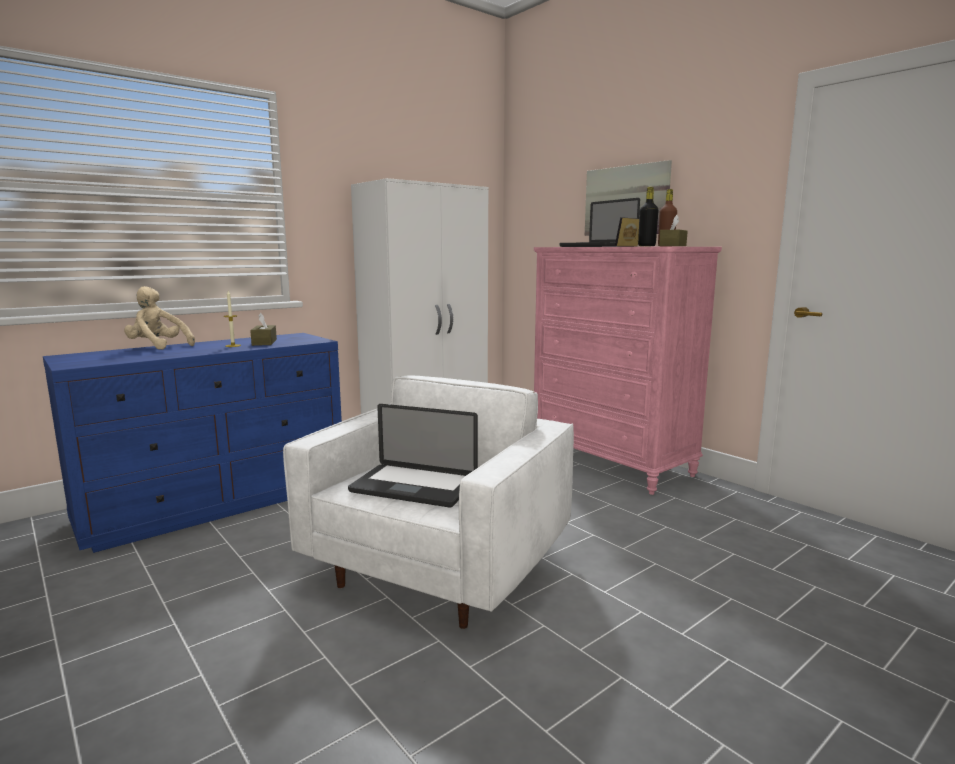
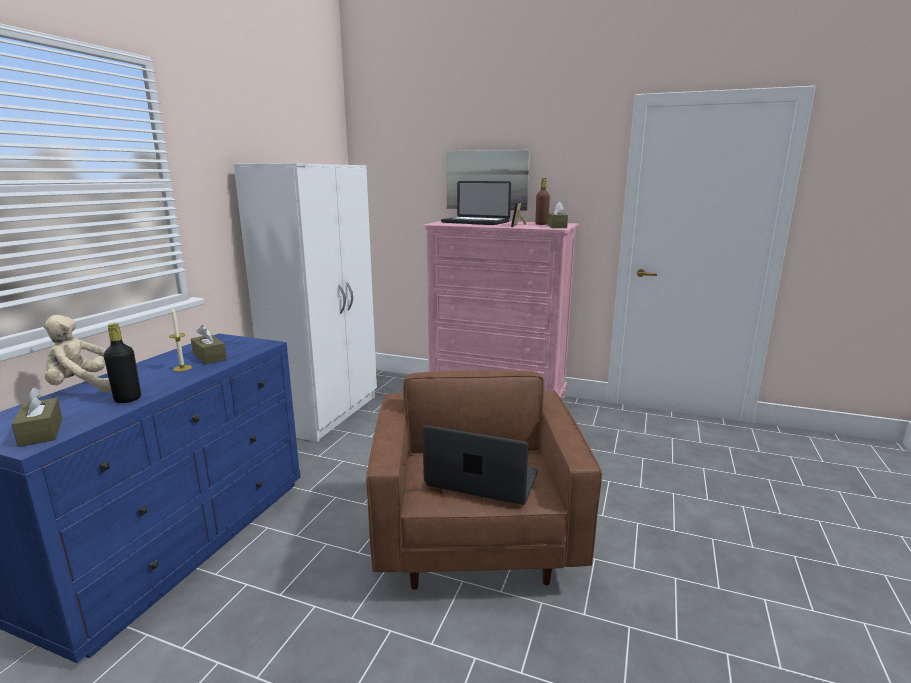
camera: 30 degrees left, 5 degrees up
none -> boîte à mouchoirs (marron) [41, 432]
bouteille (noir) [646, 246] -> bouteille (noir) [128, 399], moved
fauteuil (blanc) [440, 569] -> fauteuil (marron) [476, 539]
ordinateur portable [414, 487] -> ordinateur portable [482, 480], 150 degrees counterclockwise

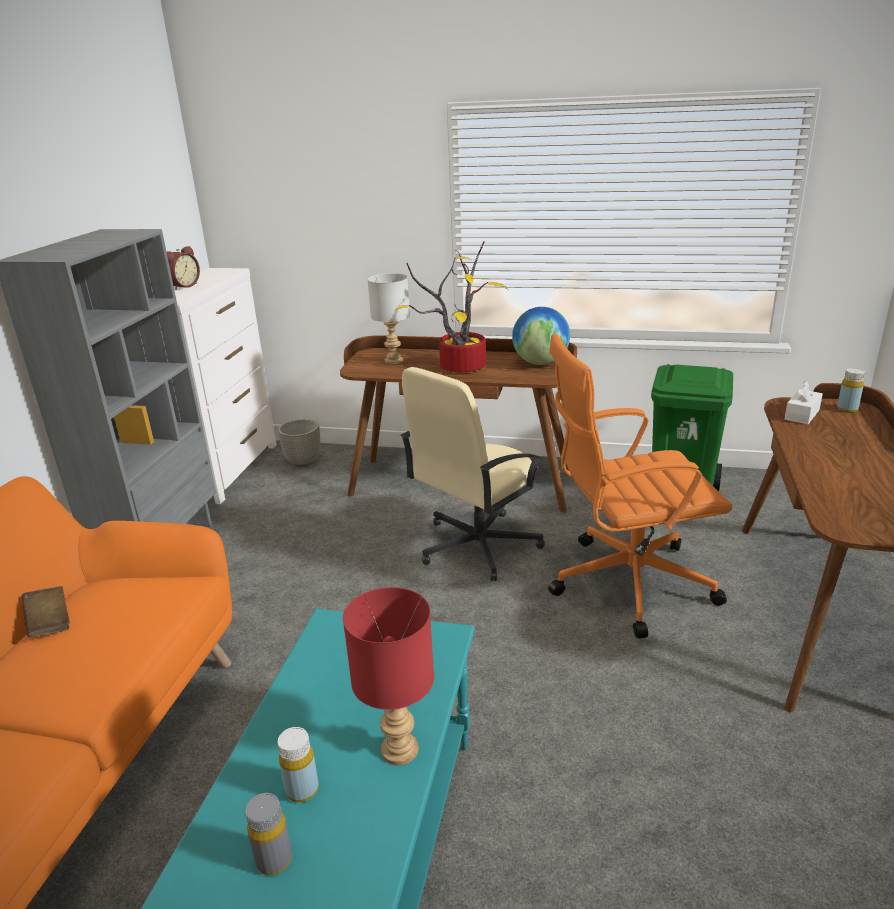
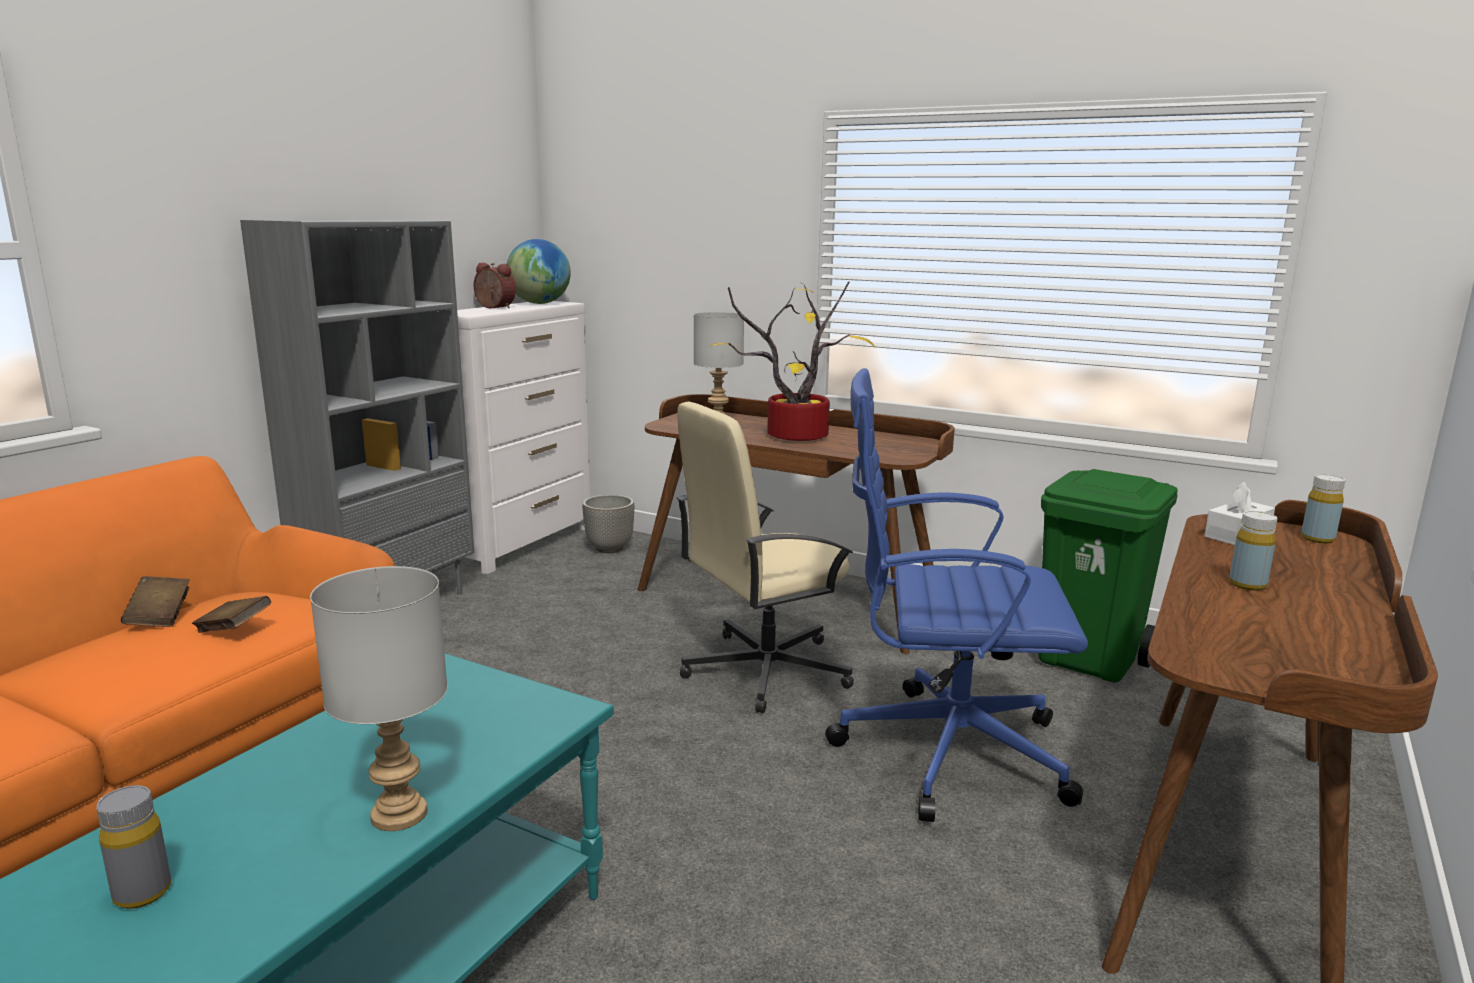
camera: 15 degrees right, 10 degrees down
none -> livre (marron) [234, 630]
lampe de table (rouge) [398, 750] -> lampe de table (gris) [397, 814]
réveil [183, 286] -> réveil [494, 308], 105 degrees counterclockwise
globe [540, 363] -> globe [540, 303], moved
chaise de bureau (orange) [626, 583] -> chaise de bureau (bleu) [944, 751]
bouteille (jaune) [302, 790] -> bouteille (jaune) [1247, 584], moved

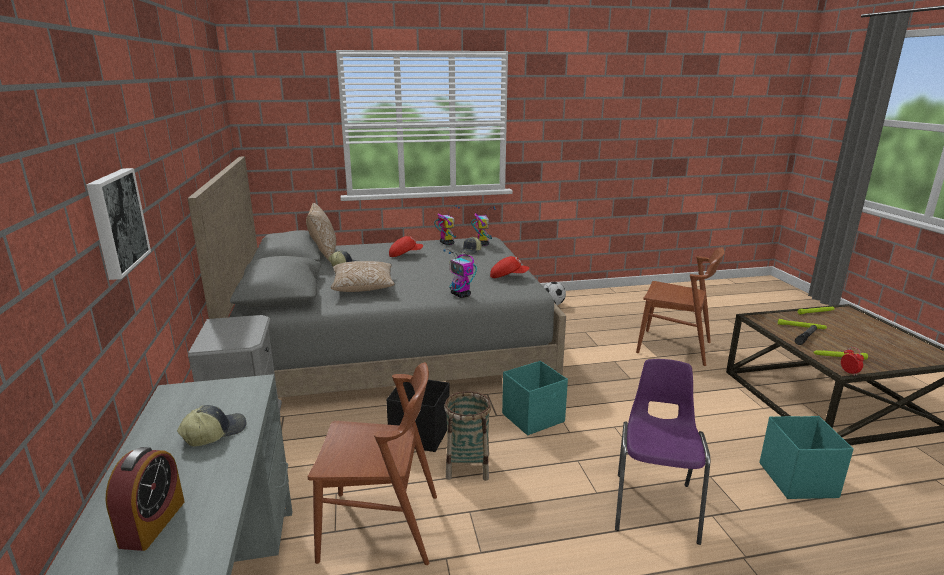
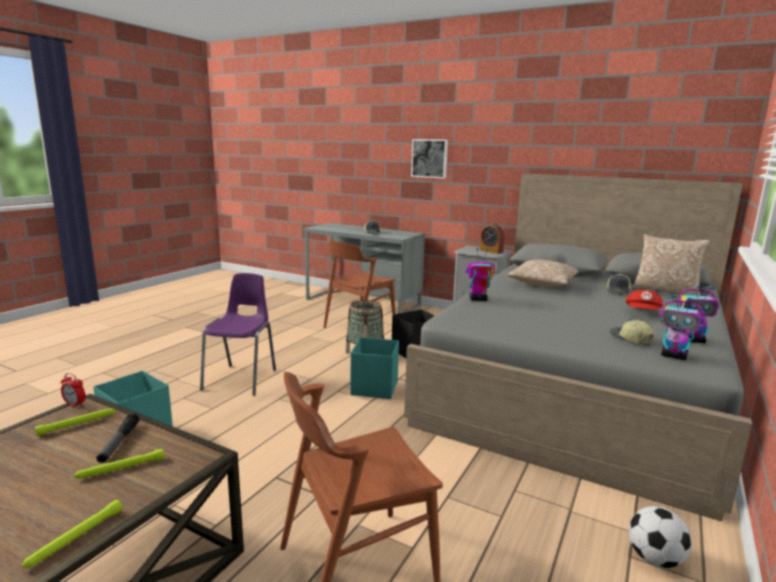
camera: 130 degrees right, 5 degrees down
chaise (violet) [655, 505] -> chaise (violet) [242, 379], 135 degrees counterclockwise
réveil [152, 523] -> réveil [491, 251], moved
casquette (rouge) [508, 276] -> none

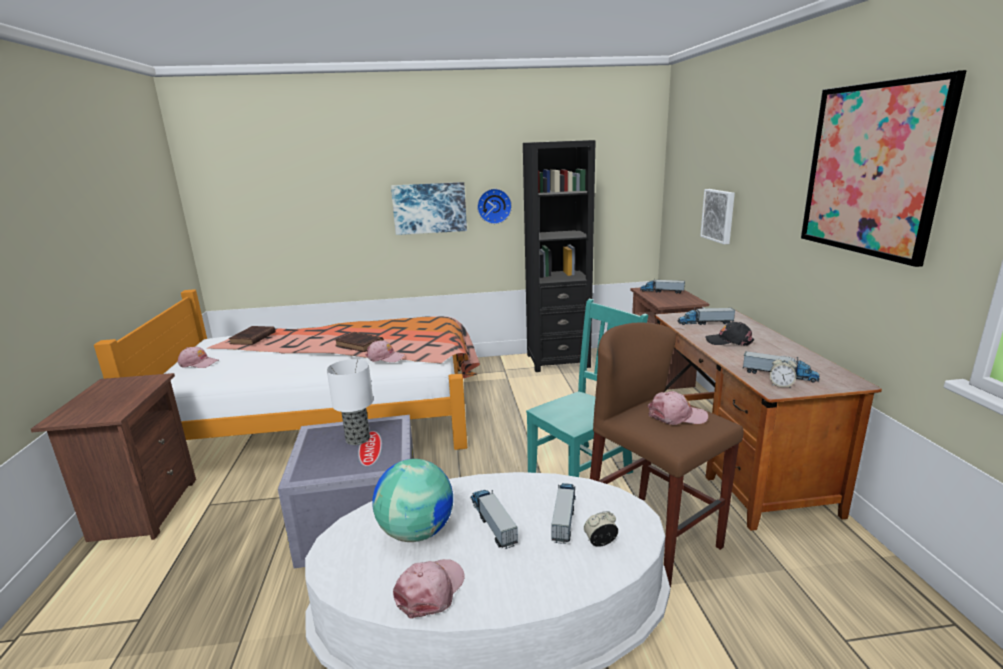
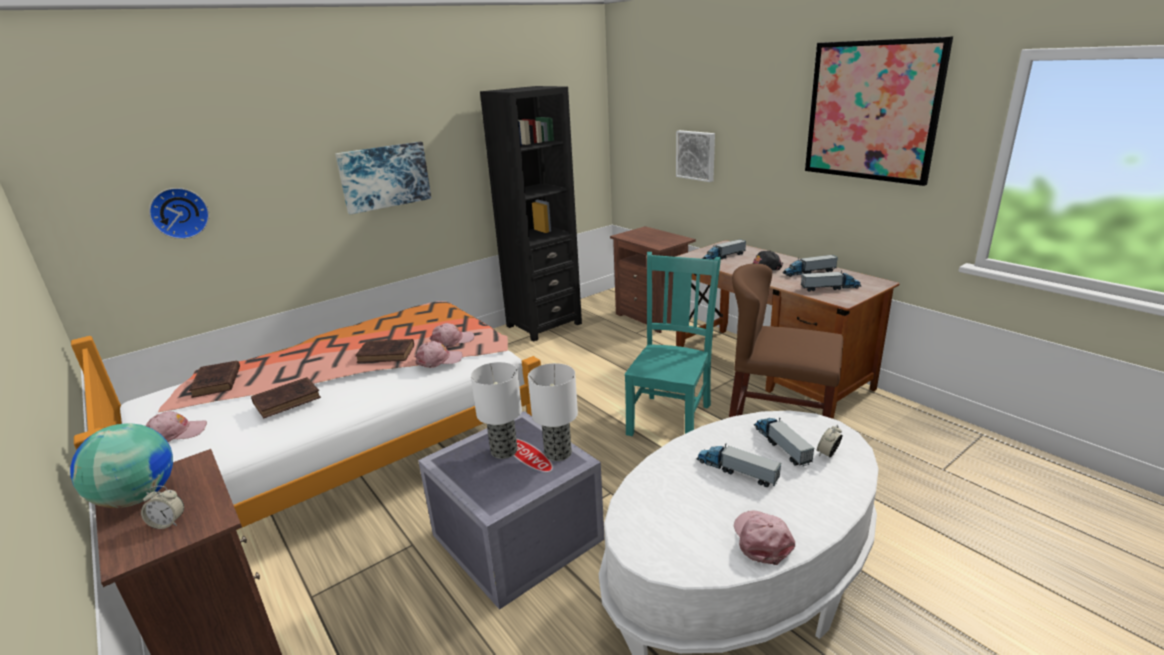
camera: 30 degrees left, 5 degrees up
globe [416, 532] -> globe [137, 497], moved
réveil [781, 385] -> réveil [168, 523], moved
horloge murale [494, 206] -> horloge murale [179, 213], moved
none -> livre (marron) [289, 400]
casquette (rose) [676, 416] -> casquette (rose) [452, 340], moved
none -> lampe de table [557, 453]
camion jouet [662, 291] -> camion jouet [809, 272], moved

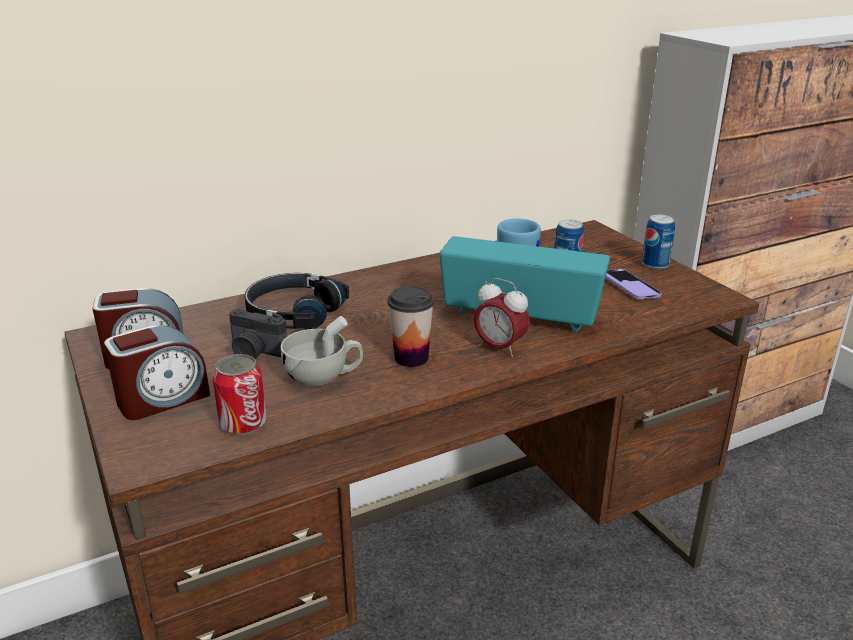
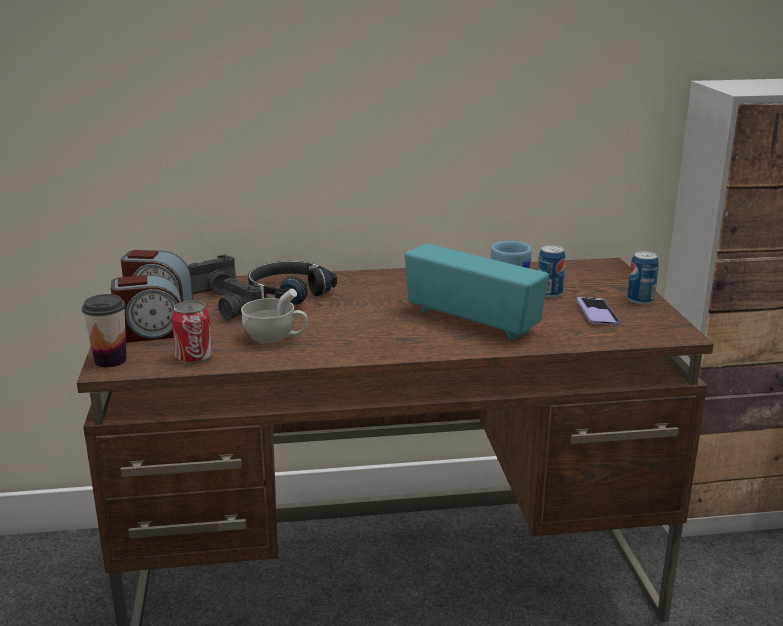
camera: 20 degrees right, 5 degrees down
tasse [411, 358] -> tasse [110, 360], moved
none -> appareil photo [216, 290]
réveil [499, 348] -> none

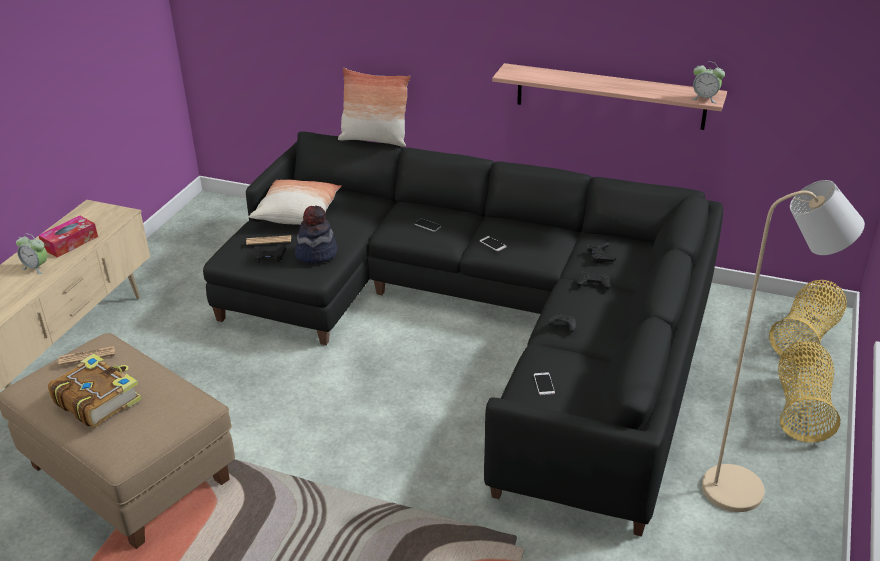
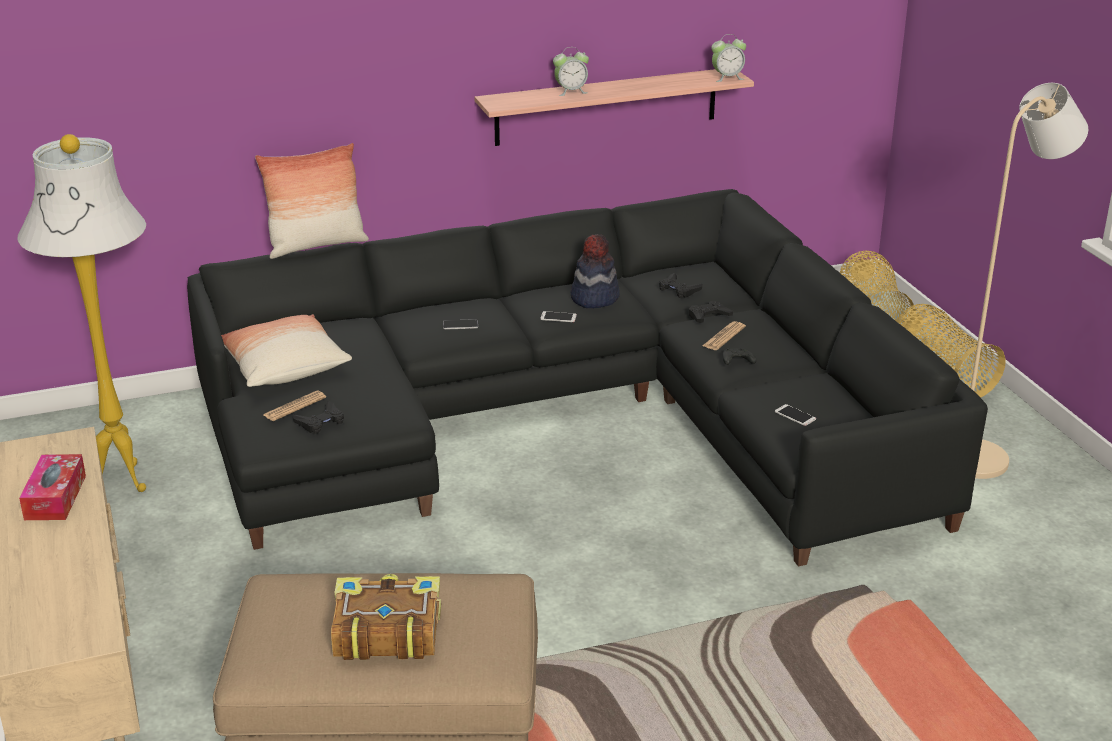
camera: 40 degrees left, 5 degrees down
none -> lampadaire (blanc) [125, 481]
réveil [36, 267] -> réveil [571, 92], moved
chapeau [316, 253] -> chapeau [594, 297], moved
journal [87, 356] -> journal [723, 337], moved

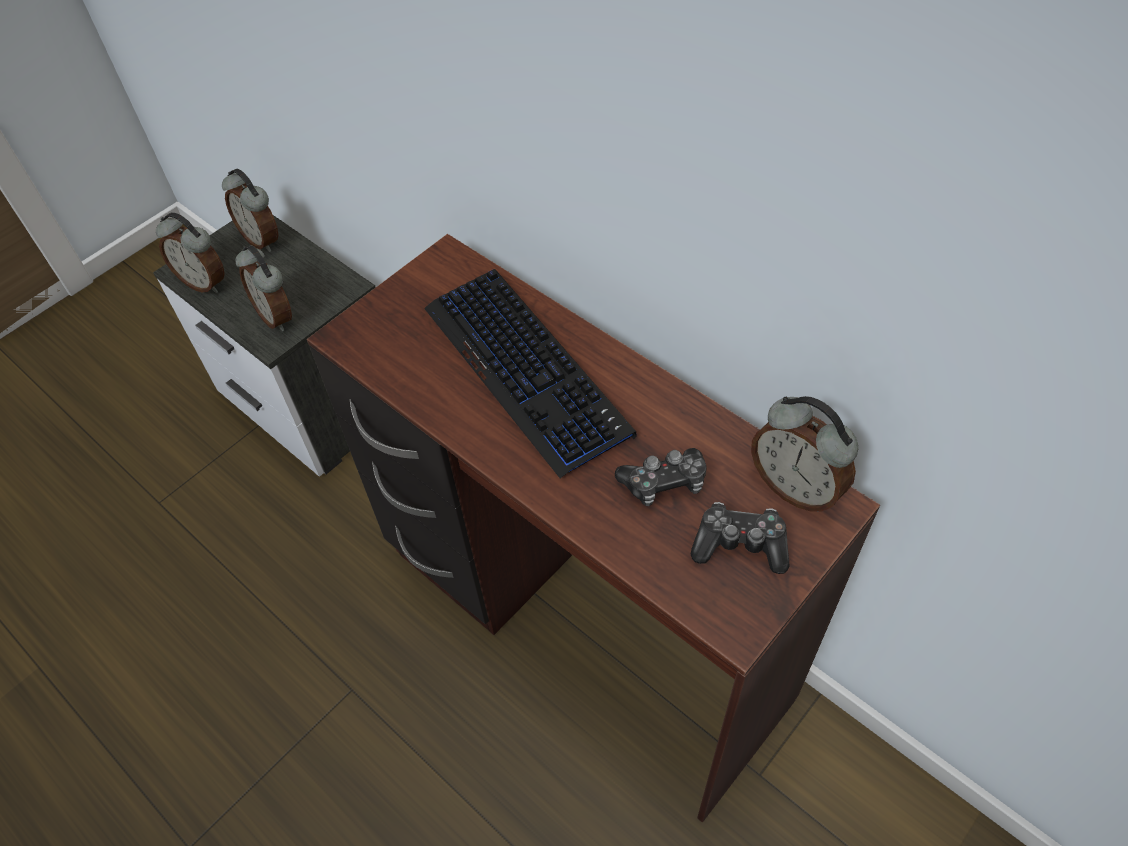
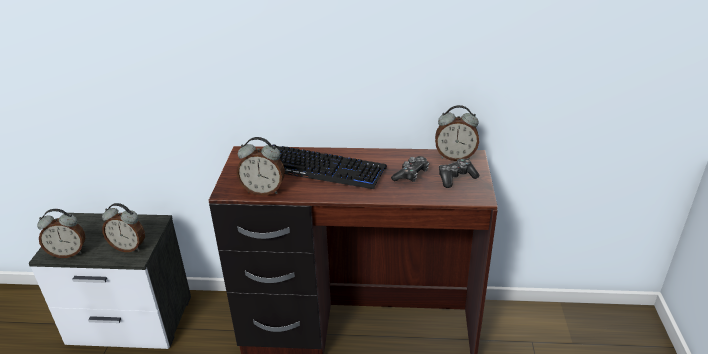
camera: 40 degrees left, 20 degrees down
réveil [263, 239] -> réveil [263, 191], moved

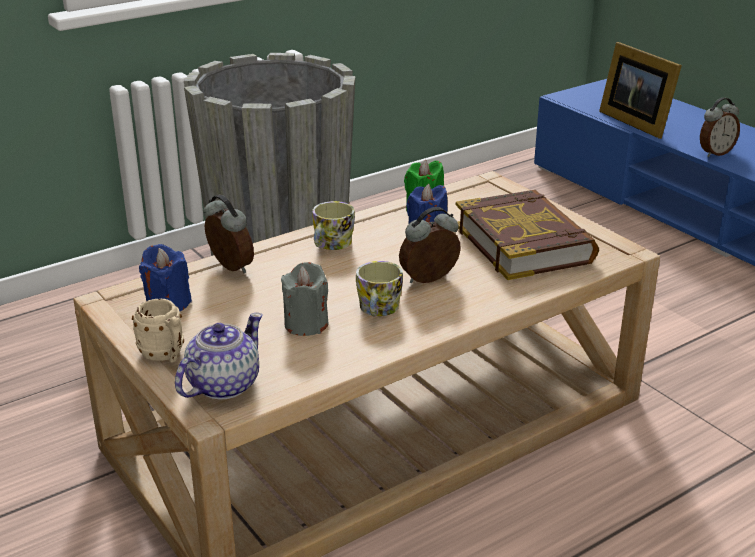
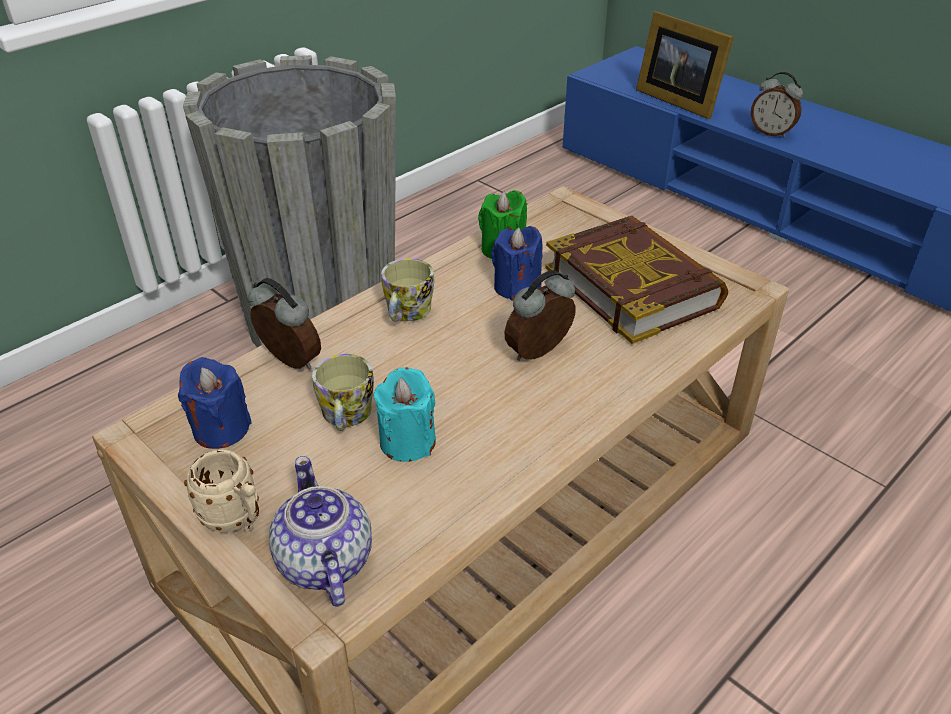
camera: 10 degrees left, 10 degrees up
théière [222, 385] -> théière [324, 563], 45 degrees counterclockwise
mug [378, 310] -> mug [346, 416], moved
bougie (gris) [306, 324] -> bougie (turquoise) [407, 442]
réveil [715, 153] -> réveil [771, 133], 75 degrees clockwise

